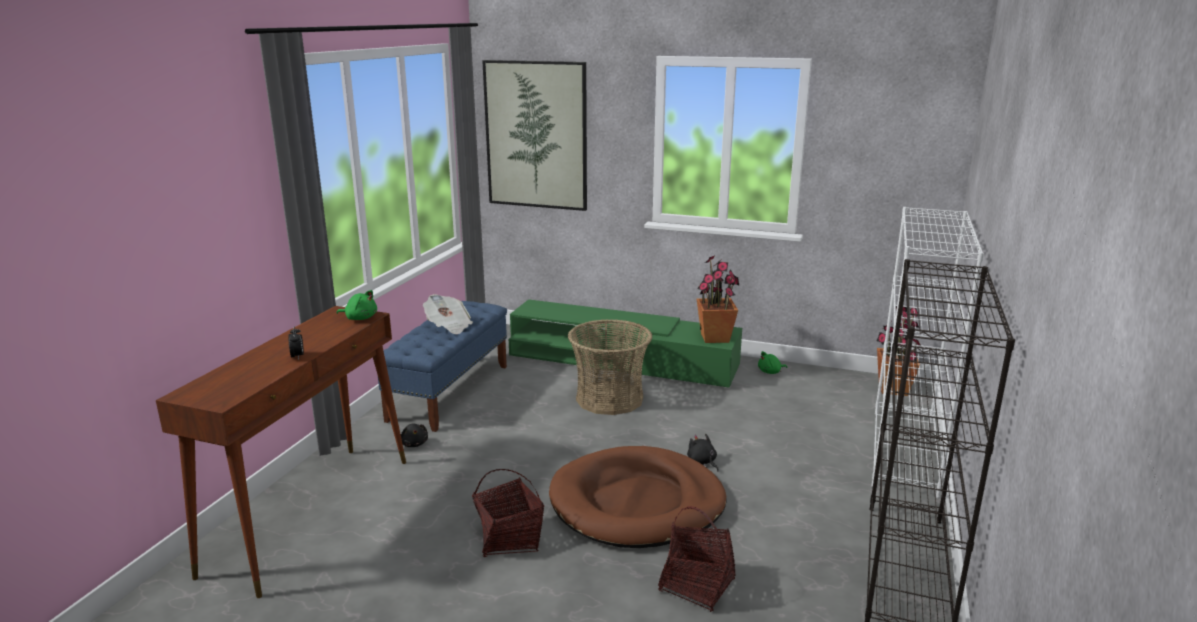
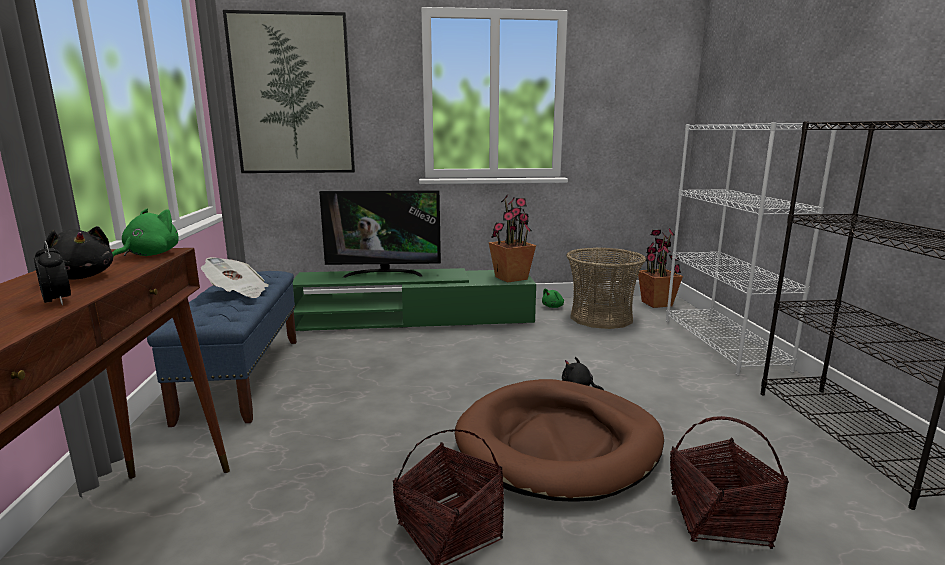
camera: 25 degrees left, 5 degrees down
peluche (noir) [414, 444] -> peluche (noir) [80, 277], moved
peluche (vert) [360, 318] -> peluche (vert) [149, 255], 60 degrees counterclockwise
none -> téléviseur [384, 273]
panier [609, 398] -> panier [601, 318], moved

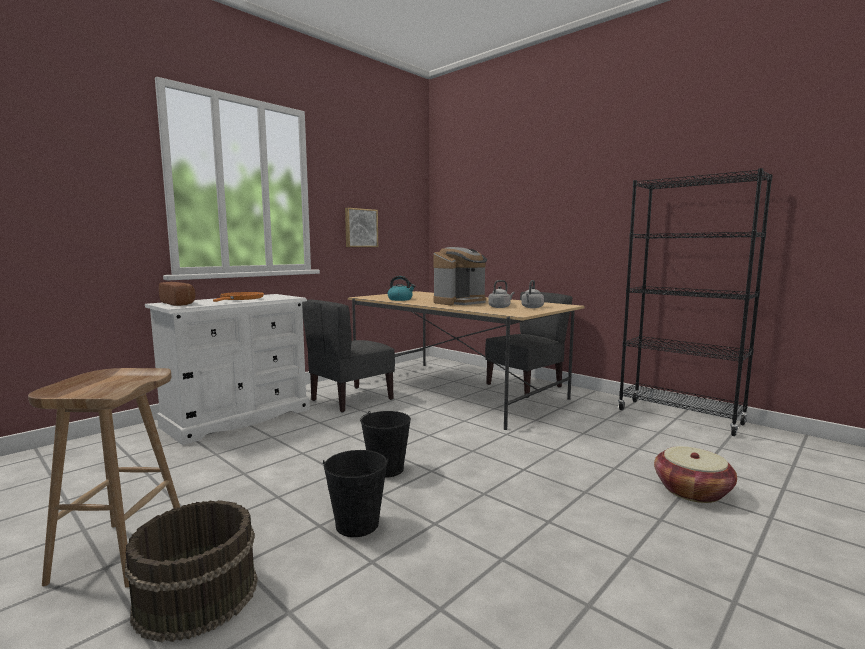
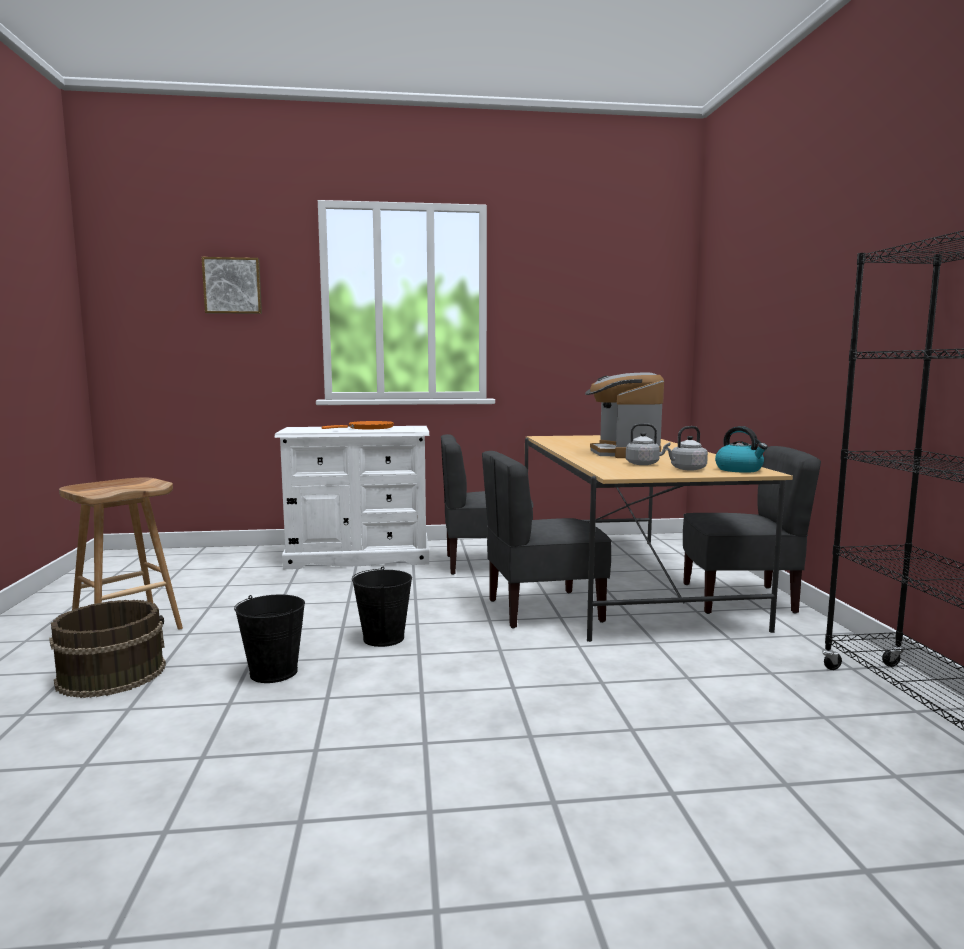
camera: 40 degrees right, 0 degrees up
tableau [360, 228] -> tableau [233, 286], moved
none -> chaise (gris) [543, 610]
machine à café [460, 302] -> machine à café [624, 453], 90 degrees clockwise
bouilloire [400, 299] -> bouilloire [739, 470], moved
pain [180, 303] -> none
panier [692, 491] -> none

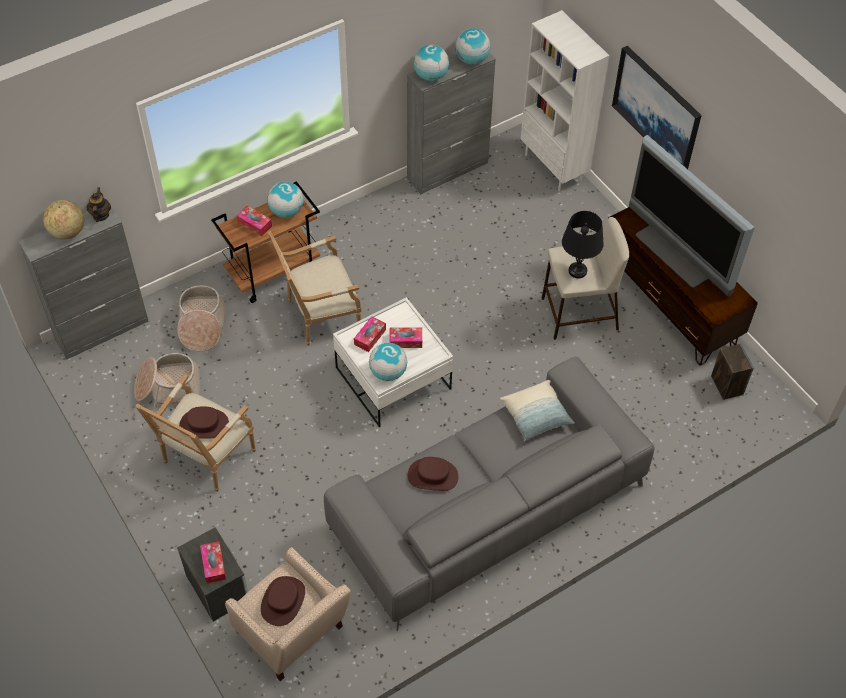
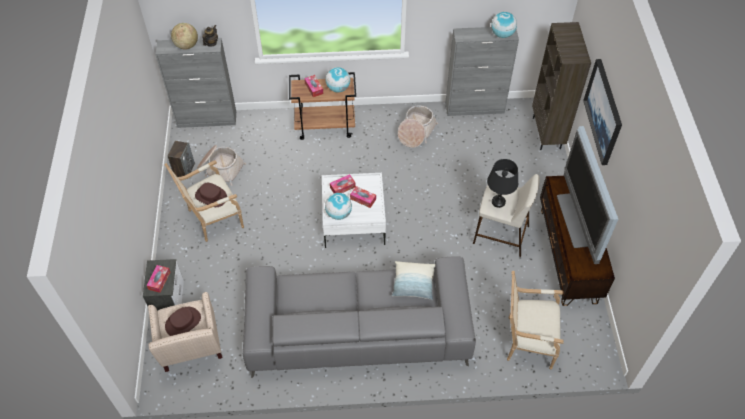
camera: 30 degrees right, 0 degrees up
enceinte [726, 385] -> enceinte [184, 169], moved
panier [202, 325] -> panier [416, 132], moved
fauteuil [319, 316] -> fauteuil [526, 340], moved
bibliothèque (blanc) [554, 167] -> bibliothèque (marron) [547, 133]
chapeau (marron) [433, 476] -> none
globe [431, 76] -> none

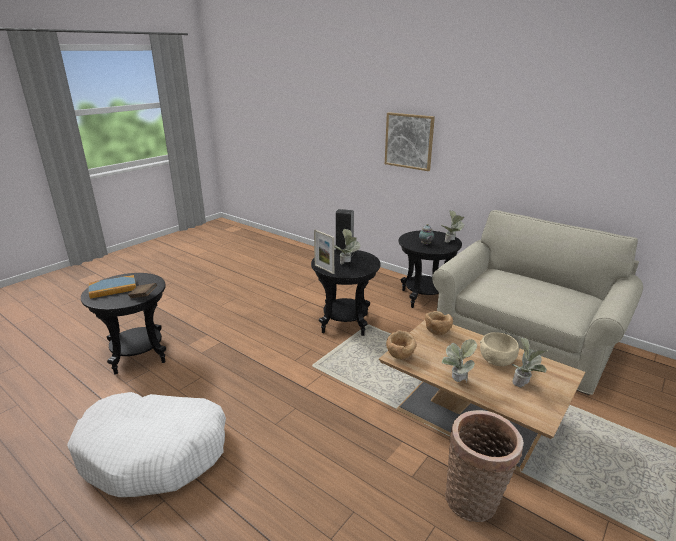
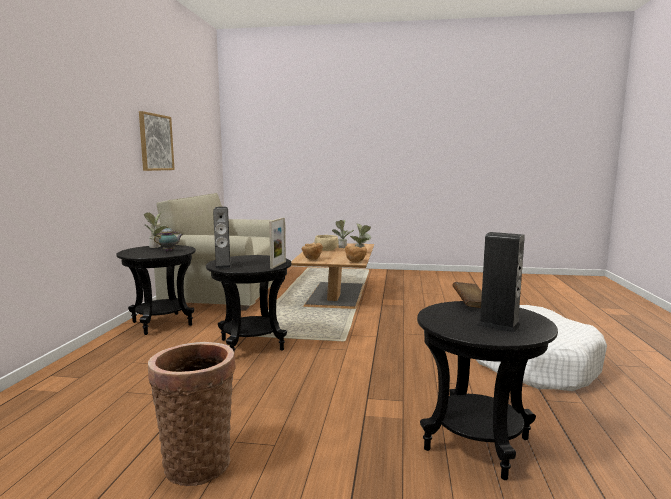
camera: 120 degrees left, 15 degrees down
tableau [409, 141] -> tableau [156, 142], moved
panier [474, 500] -> panier [198, 461], moved
livre [113, 288] -> enceinte [498, 325]
plante en pot [346, 264] -> none

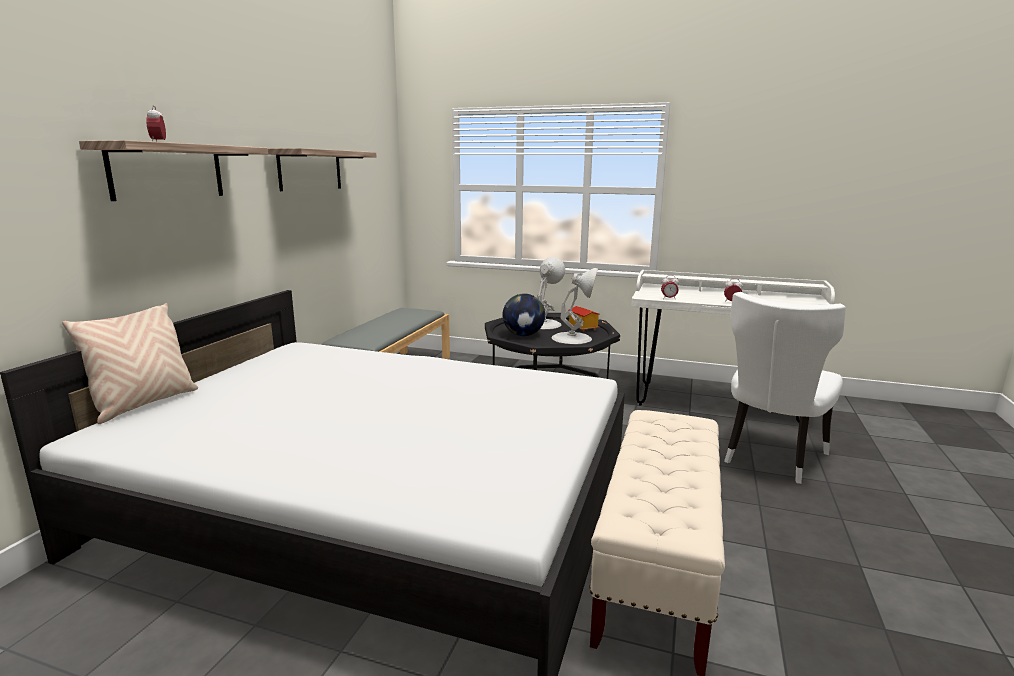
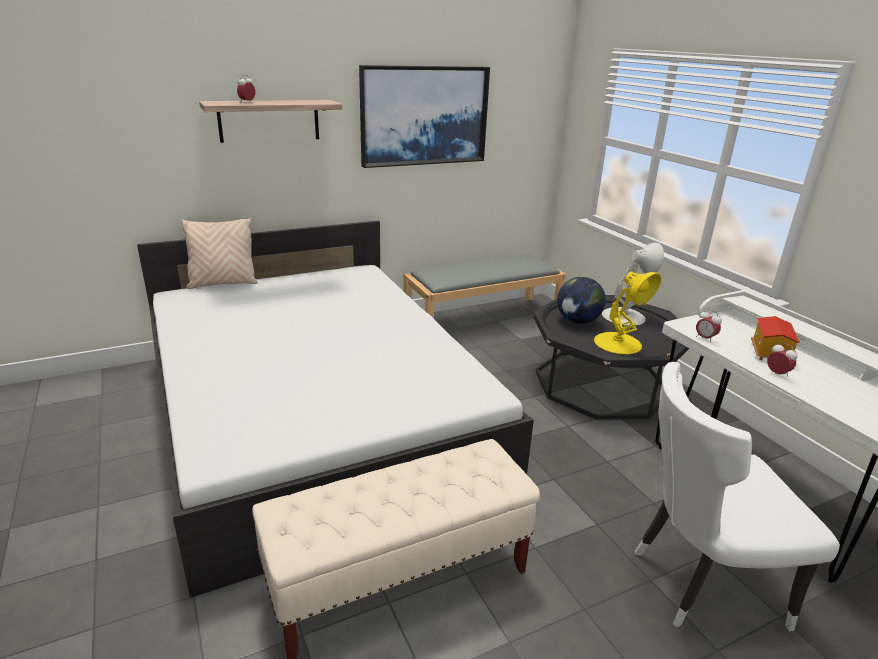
camera: 45 degrees right, 10 degrees up
étagère [310, 170] -> tableau [424, 116]
lampe de table (blanc) [572, 338] -> lampe de table (jaune) [618, 343]
maison miniature [582, 328] -> maison miniature [769, 353], moved

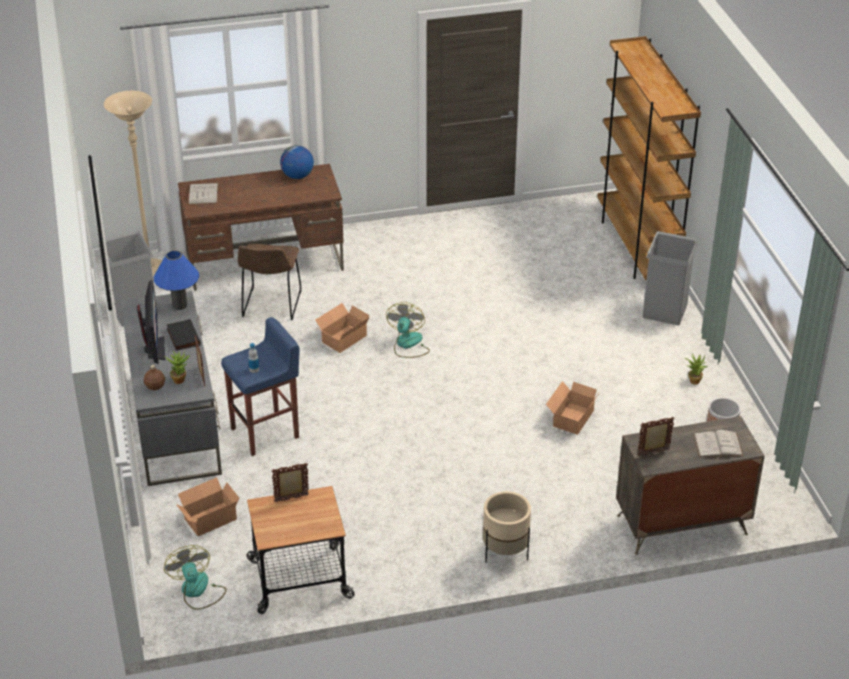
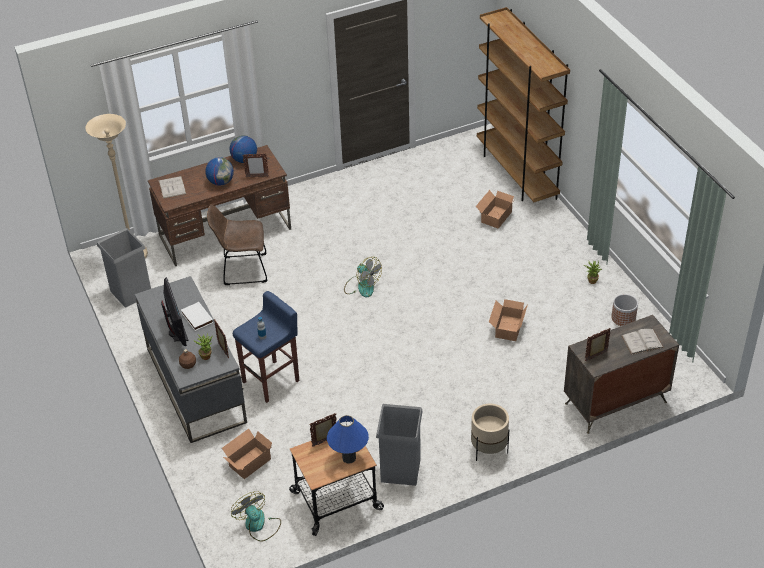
camera: 10 degrees left, 5 degrees up
livre (noir) [182, 337] -> livre (blanc) [196, 318]
none -> globe [221, 182]
chaise (marron) [271, 306] -> chaise (marron) [242, 270], 90 degrees clockwise
none -> cadre photo [257, 177]
lampe de table (bleu) [179, 305] -> lampe de table (bleu) [349, 458], moved
ventilateur [408, 345] -> ventilateur [362, 286], 135 degrees clockwise
poubelle (gris) [664, 310] -> poubelle (gris) [400, 469], moved
carton [342, 338] -> carton [495, 217], moved

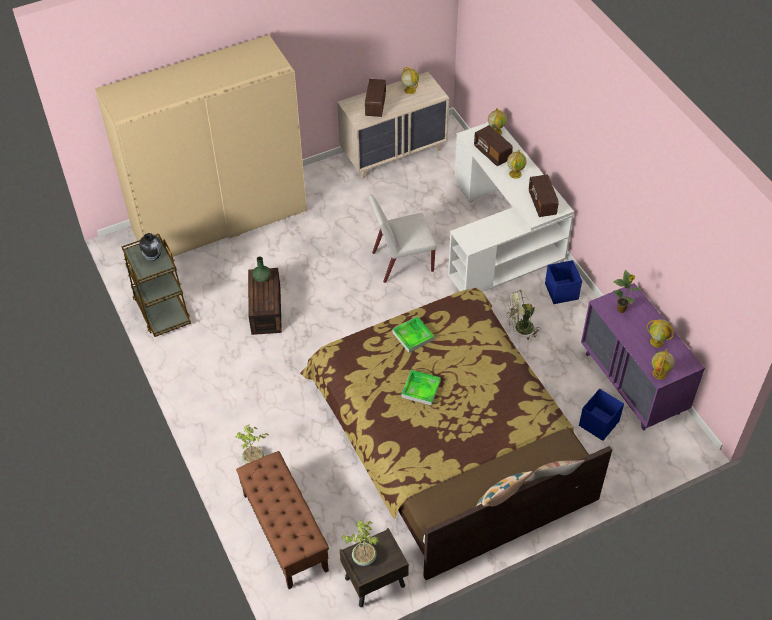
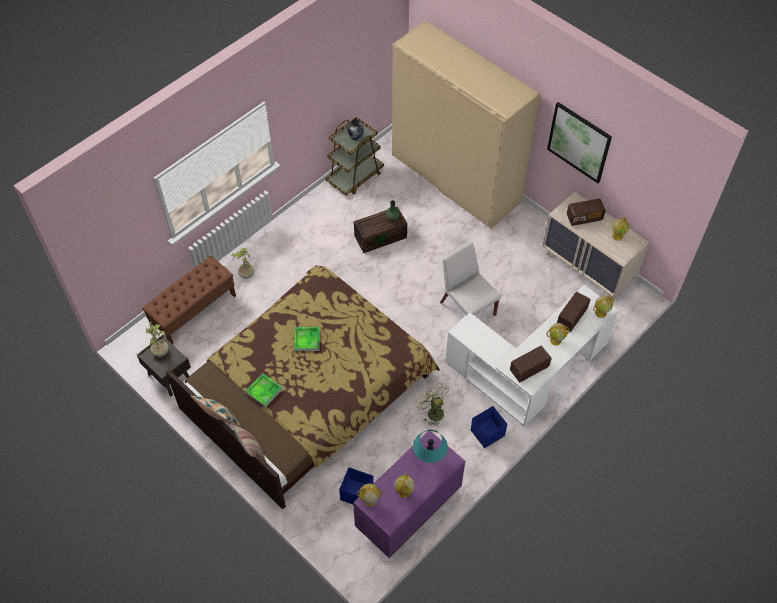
camera: 70 degrees right, 5 degrees up
plateau [413, 336] -> plateau [264, 391], moved
plante en pot [621, 309] -> lampe de table (turquoise) [429, 457]
none -> tableau [579, 142]

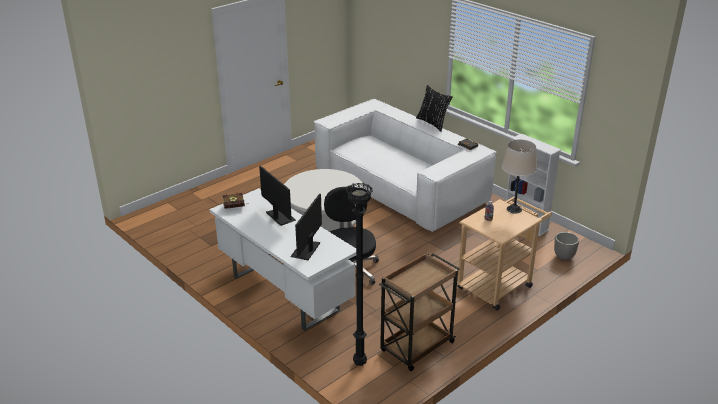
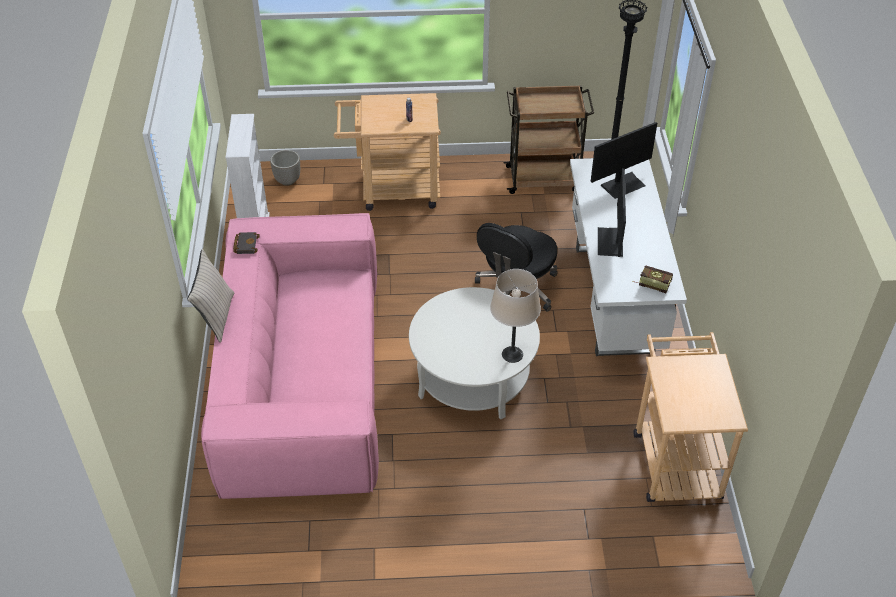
camera: 140 degrees left, 15 degrees up
coussin (noir) [433, 123] -> coussin (beige) [216, 317]
canapé (blanc) [400, 186] -> canapé (rose) [303, 381]
lampe de table (beige) [514, 209] -> lampe de table (beige) [512, 354], moved
none -> chariot (beige) [674, 457]

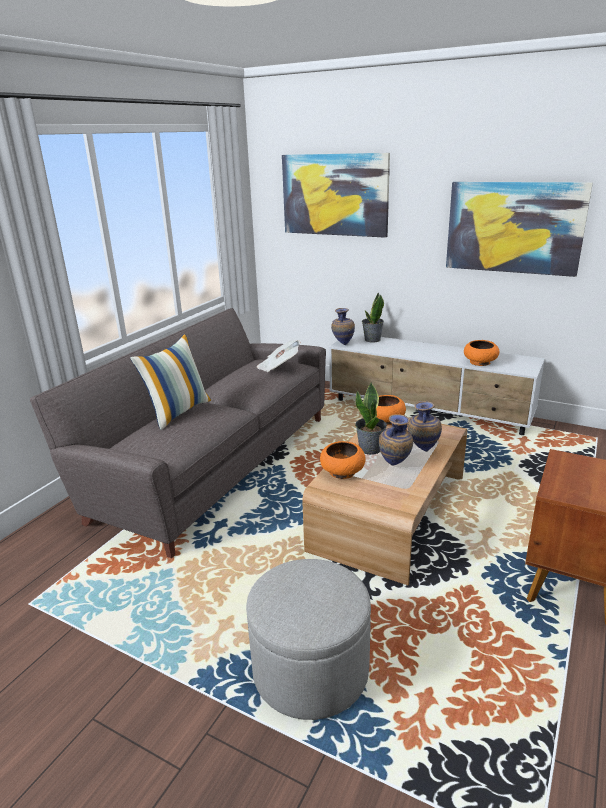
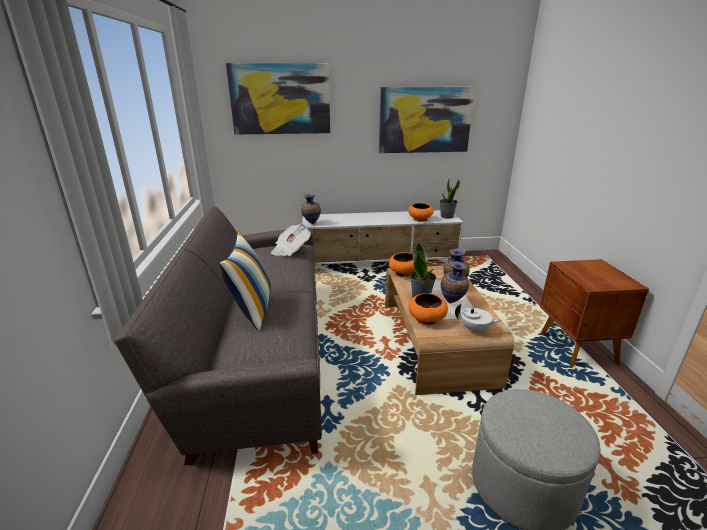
camera: 35 degrees left, 0 degrees up
plante en pot [372, 340] -> plante en pot [446, 216], moved
none -> théière (blanc) [475, 329]

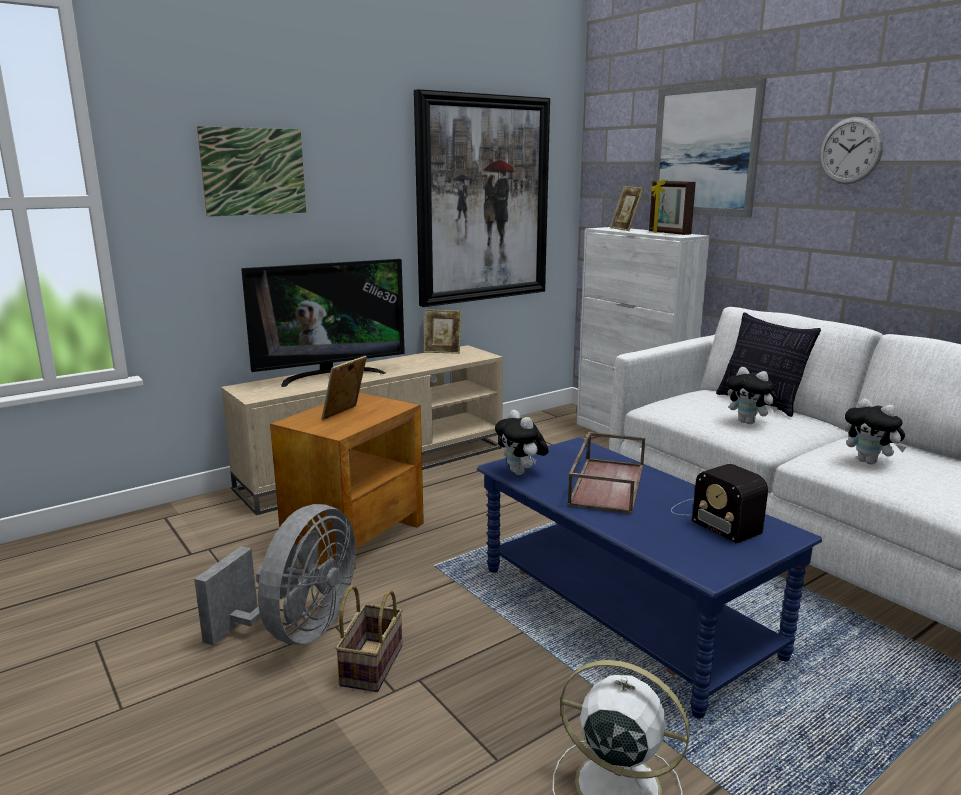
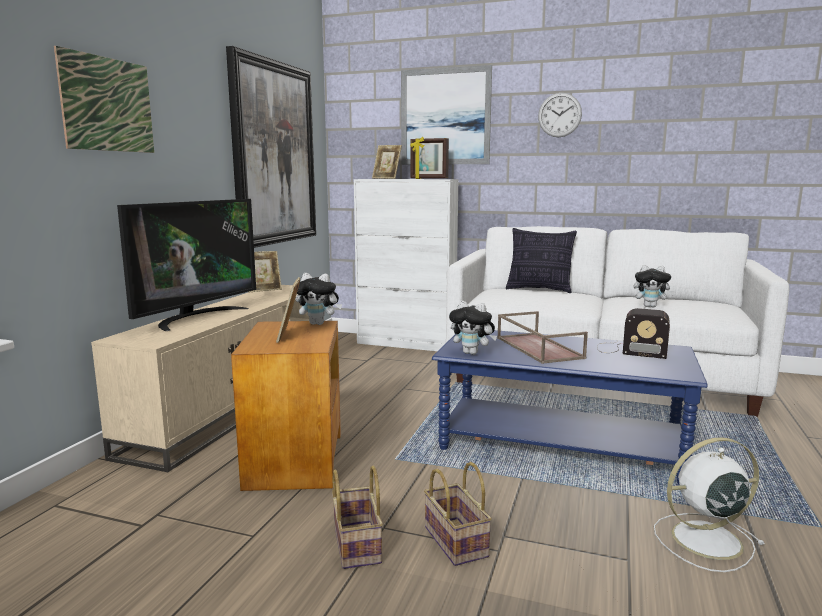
camera: 35 degrees left, 5 degrees down
peluche [749, 422] -> peluche [319, 323], moved
ventilateur (gris) [297, 631] -> panier [355, 544]

